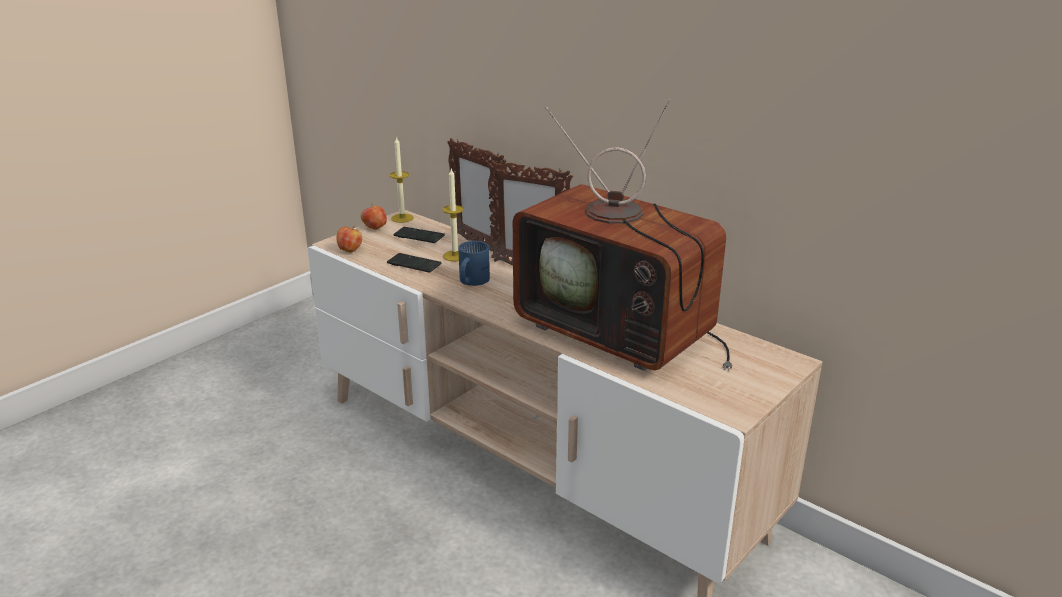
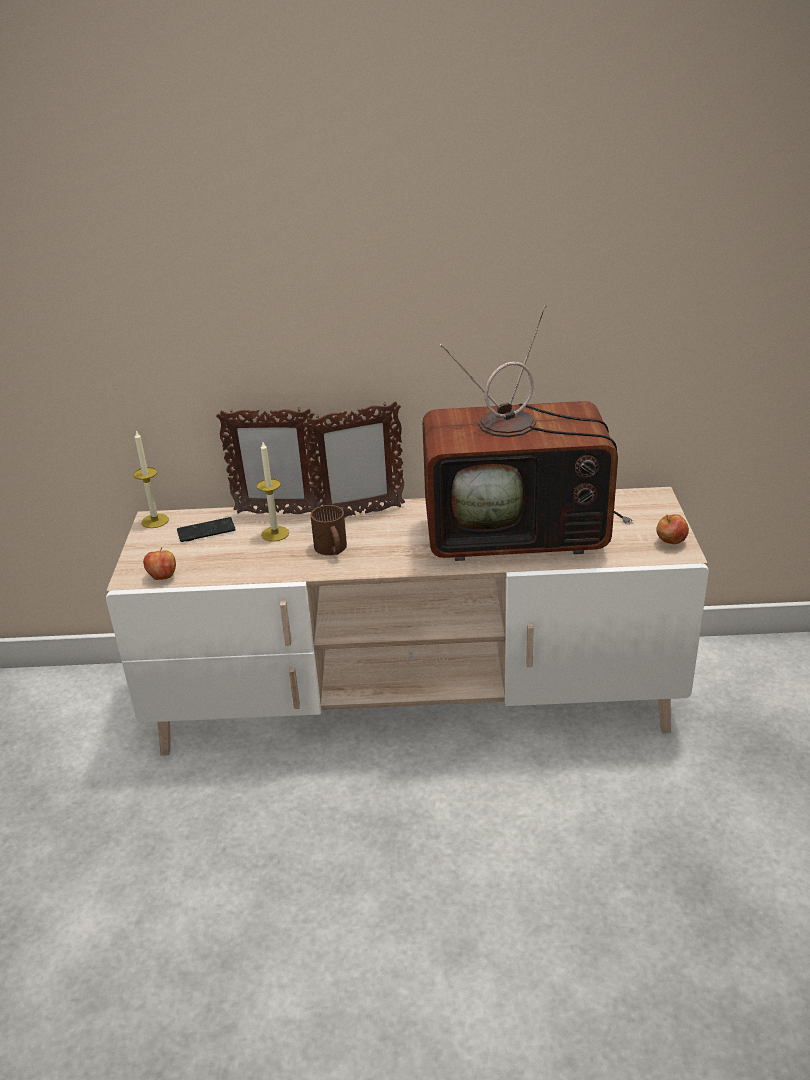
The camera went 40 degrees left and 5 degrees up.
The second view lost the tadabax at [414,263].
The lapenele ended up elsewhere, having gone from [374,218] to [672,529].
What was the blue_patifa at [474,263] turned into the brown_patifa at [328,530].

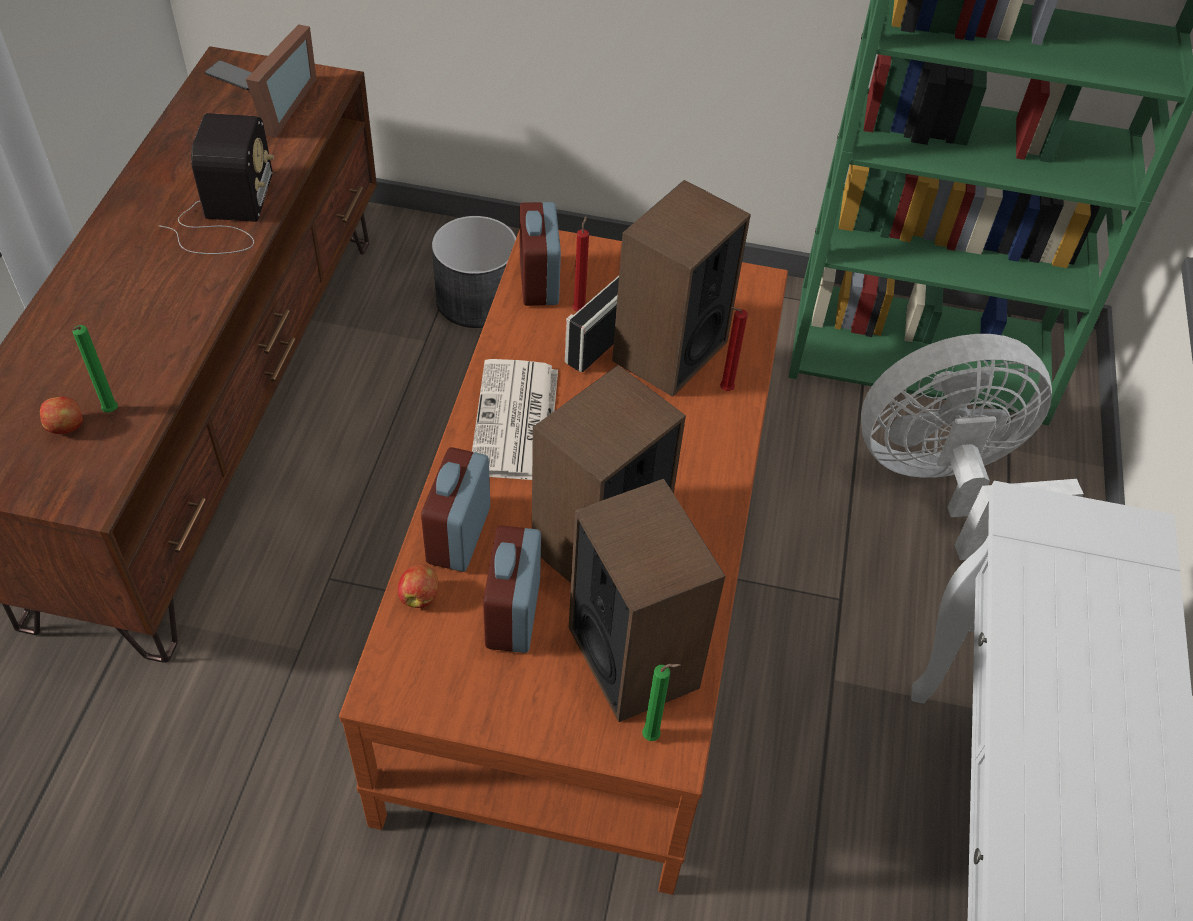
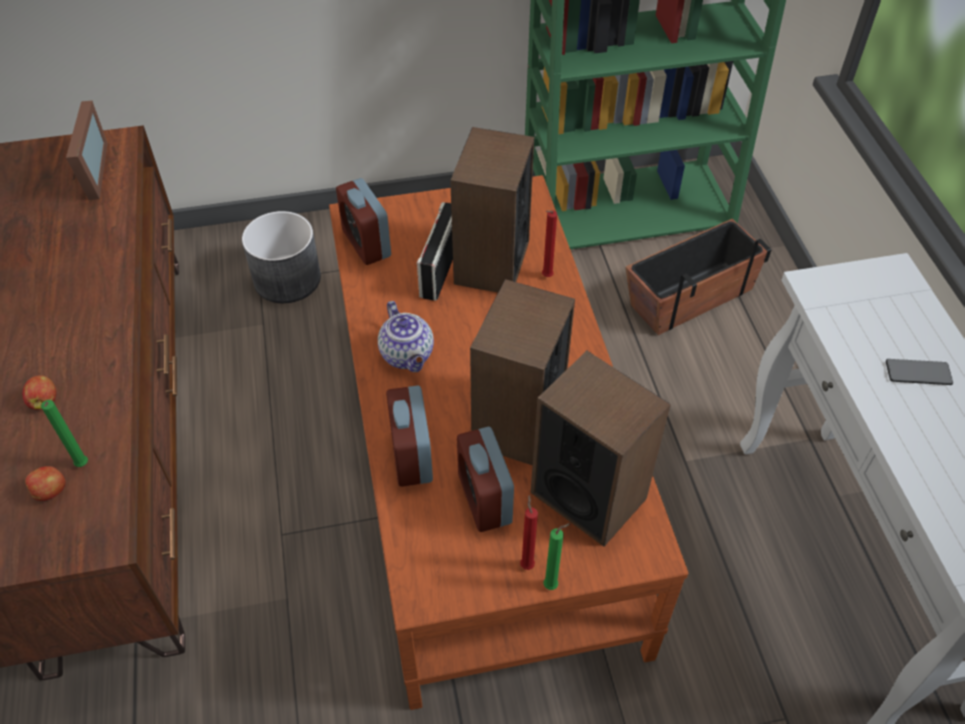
The camera went 20 degrees left and 0 degrees up.
The second view lost the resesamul at [216,183].
The tadabax ended up elsewhere, having gone from [228,75] to [919,372].
The lapenele ended up elsewhere, having gone from [418,586] to [39,392].
The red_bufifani ended up elsewhere, having gone from [580,263] to [529,532].
The green_bufifani ended up elsewhere, having gone from [661,702] to [557,556].
Where the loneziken stood at [515,419], the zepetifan came to stand at [406,336].
Where the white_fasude stood at [972,447], the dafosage came to stand at [698,277].

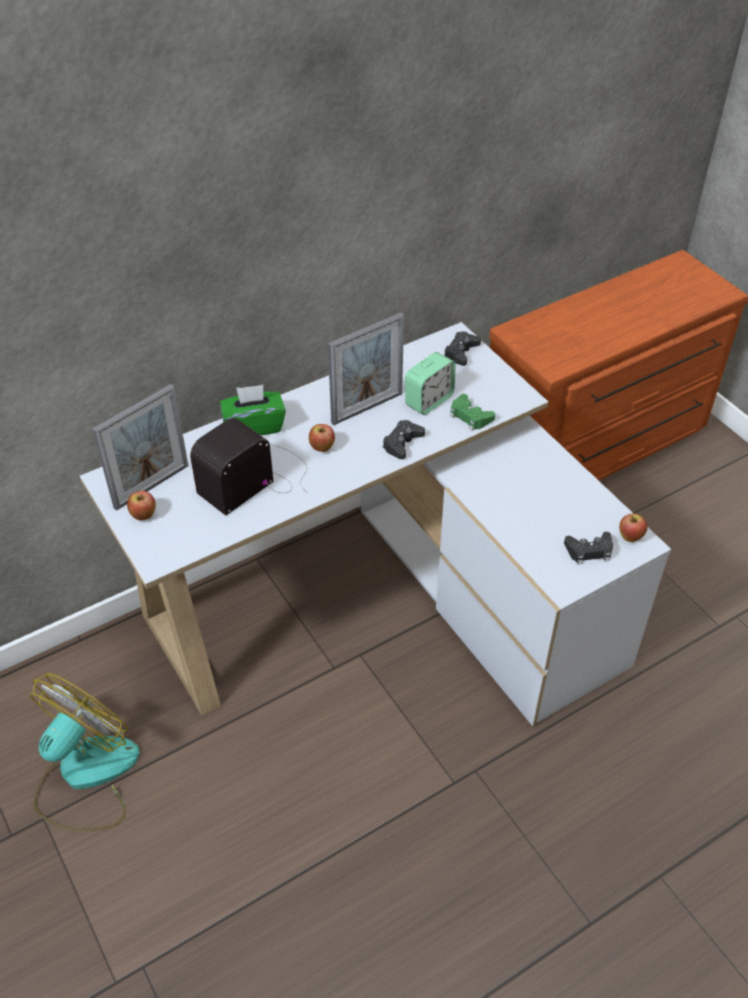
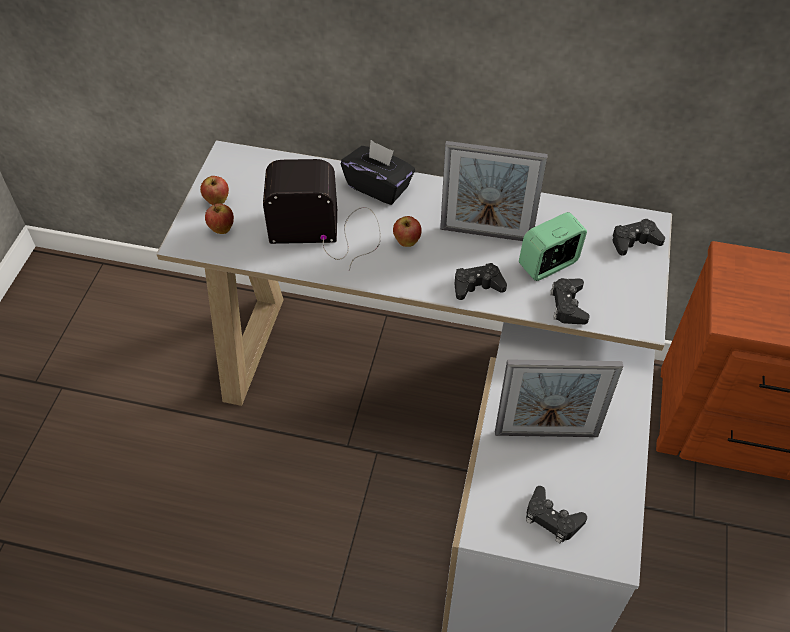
The camera went 45 degrees right and 5 degrees up.
The second view lost the fasude at [85,752].
The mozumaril ended up elsewhere, having gone from [140,447] to [559,398].
The lapenele ended up elsewhere, having gone from [633,527] to [219,218].
What was the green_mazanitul at [253,410] turned into the black_mazanitul at [378,172].
What was the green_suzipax at [472,412] turned into the black_suzipax at [570,301].
The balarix at [430,383] ended up facing another way, 150 degrees clockwise from before.

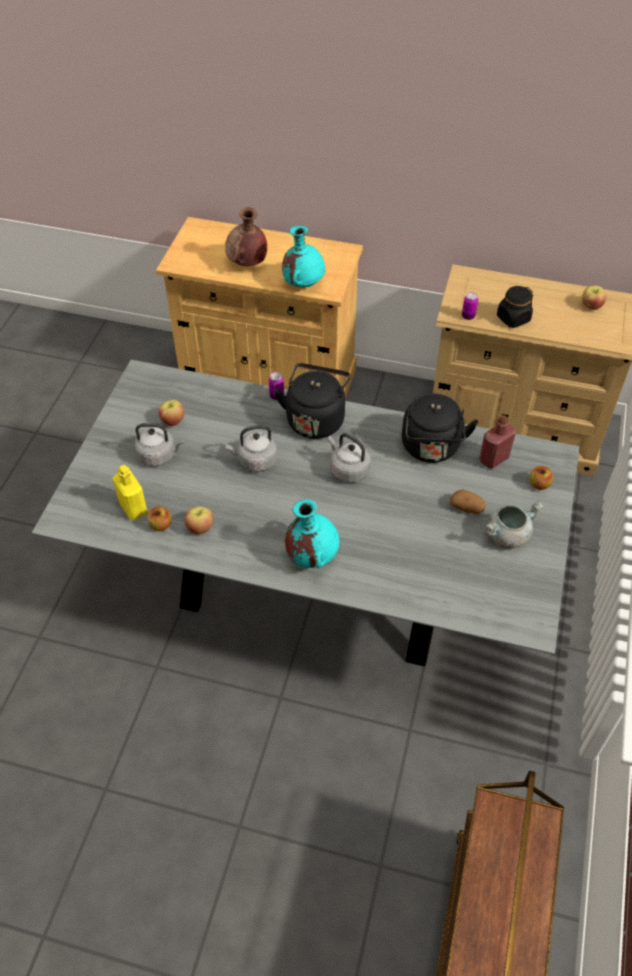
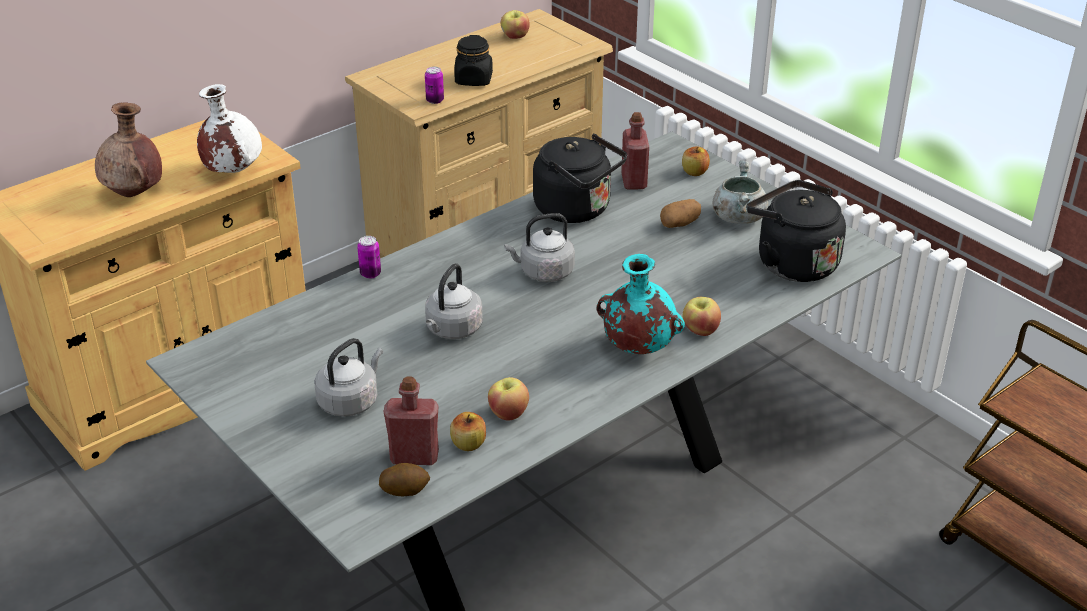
The camera went 55 degrees left and 15 degrees down.
The second view gained the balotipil at [404,479].
The lapenele ended up elsewhere, having gone from [171,413] to [702,316].
The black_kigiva ended up elsewhere, having gone from [312,401] to [796,231].
What was the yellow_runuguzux at [130,492] turned into the red_runuguzux at [411,420].
What was the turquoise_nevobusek at [303,256] turned into the white_nevobusek at [229,128].

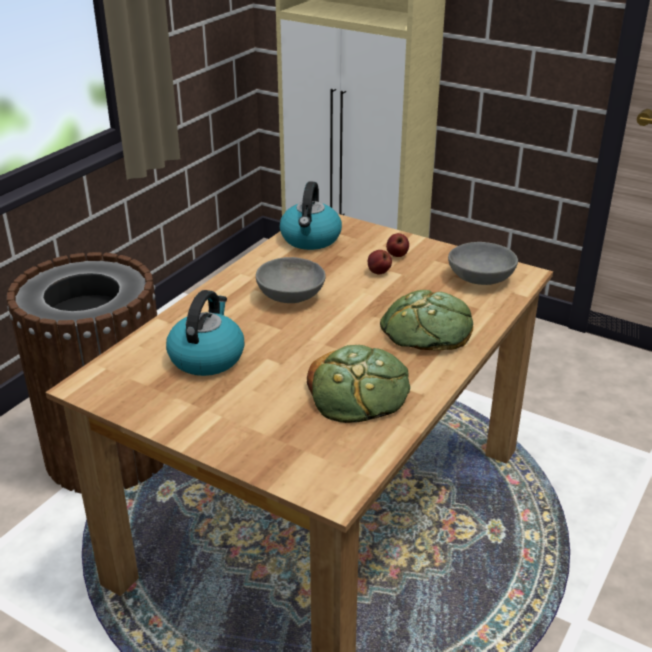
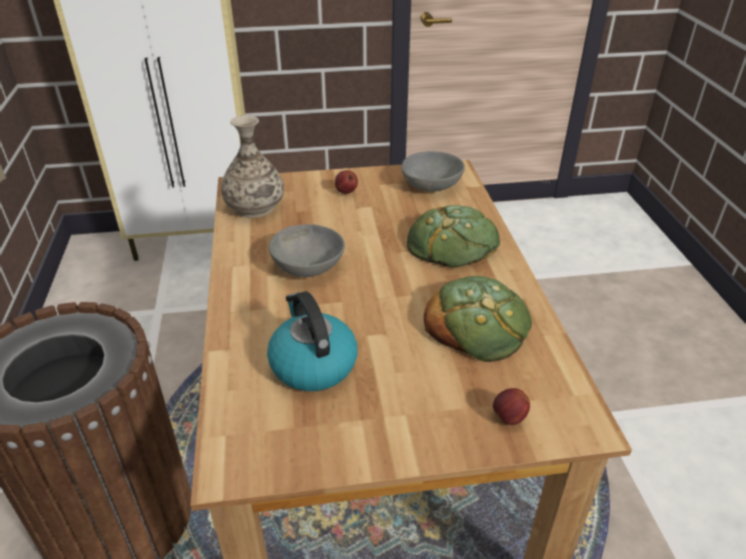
The camera went 40 degrees left and 5 degrees up.
The lapenele ended up elsewhere, having gone from [380,262] to [511,406].
Where the kigiva stood at [311,215], the nevobusek came to stand at [252,166].

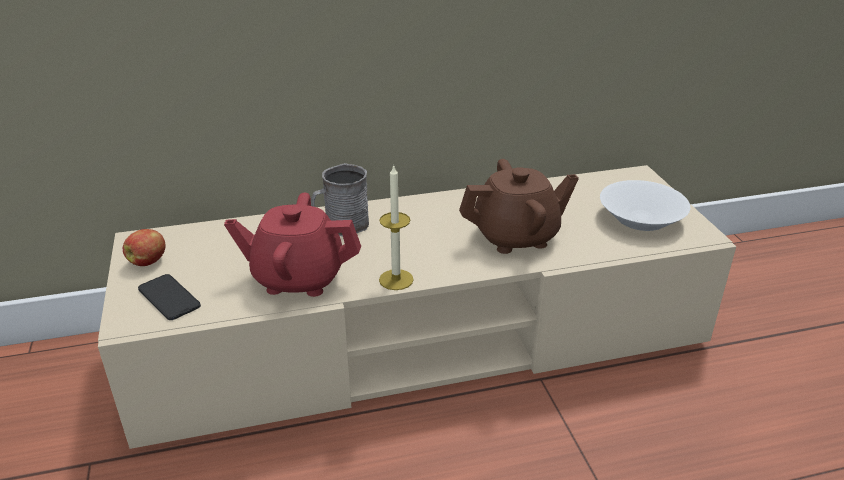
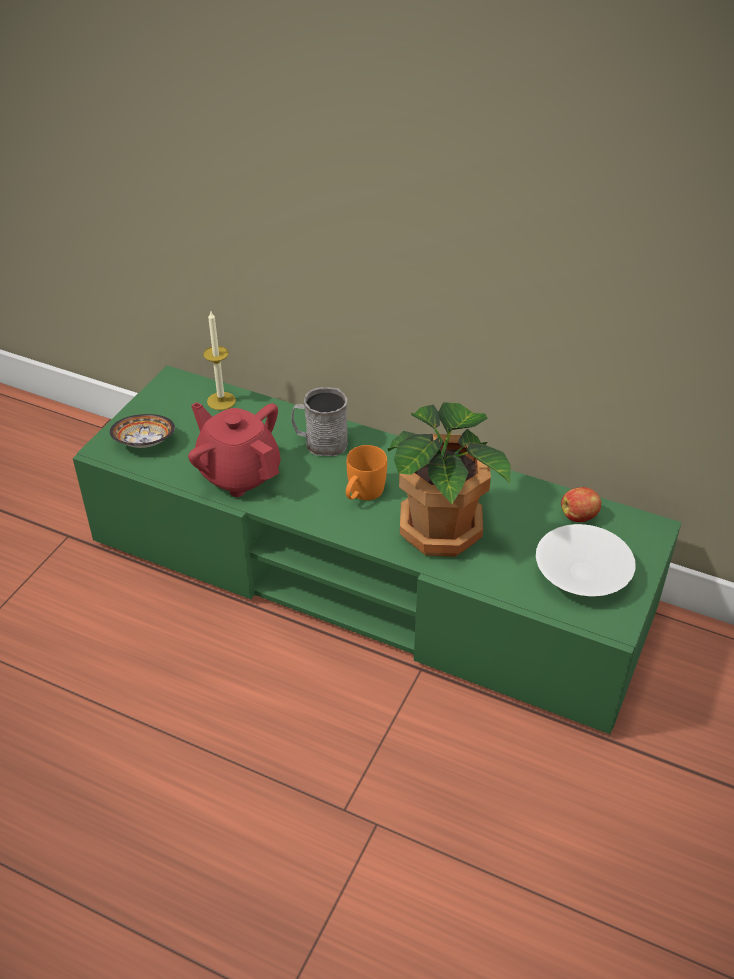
The camera went 40 degrees right and 10 degrees up.
The second view gained the orange_patifa at [366,472].
The lapenele ended up elsewhere, having gone from [144,247] to [581,504].
The bufifani ended up elsewhere, having gone from [396,227] to [219,360].
Where the tadabax stood at [169,297], the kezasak came to stand at [142,431].
Where the brown_zepetifan stood at [519,206], the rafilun came to stand at [449,479].
What was the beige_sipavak at [417,307] turned into the green_sipavak at [377,549].

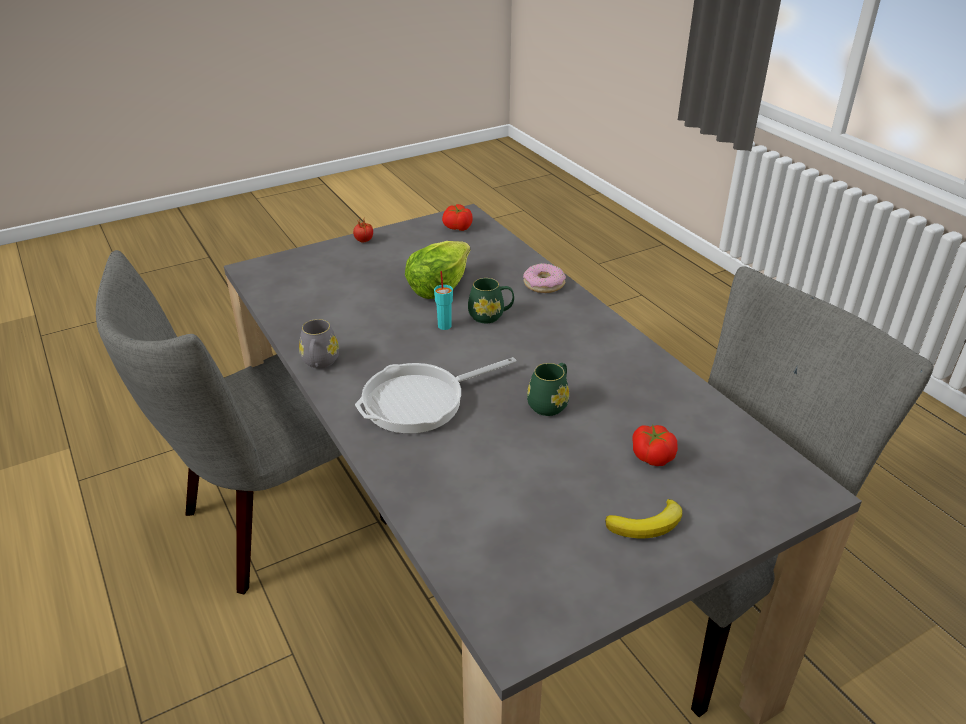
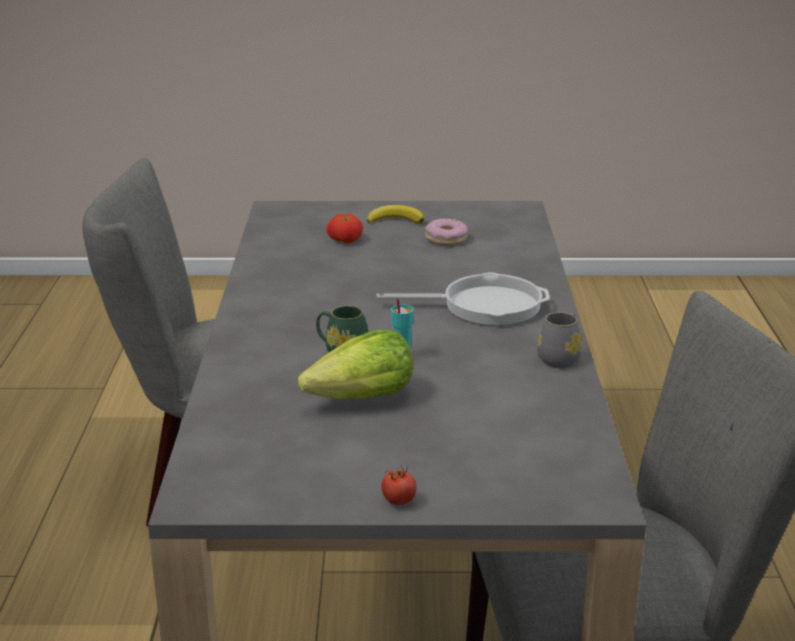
The camera went 150 degrees left and 10 degrees down.
The second view lost the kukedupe at [457,217].
The second view lost the green_patifa at [548,389].
The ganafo ended up elsewhere, having gone from [544,278] to [446,231].

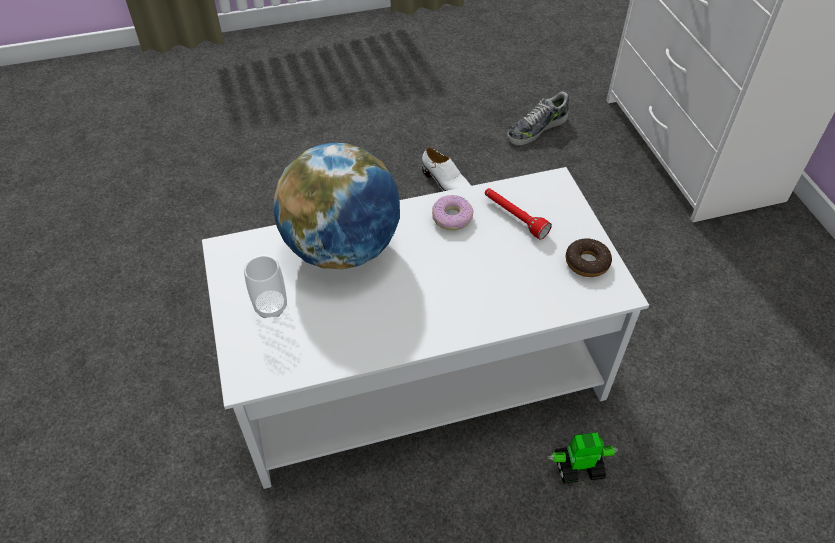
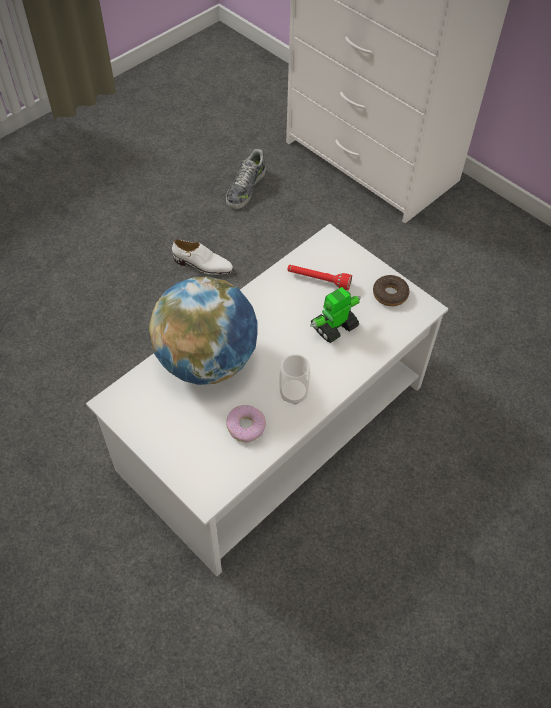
The camera went 30 degrees left and 5 degrees up.
The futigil ended up elsewhere, having gone from [265,286] to [294,379].
The ganafo ended up elsewhere, having gone from [453,212] to [246,423].
The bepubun ended up elsewhere, having gone from [582,458] to [335,315].

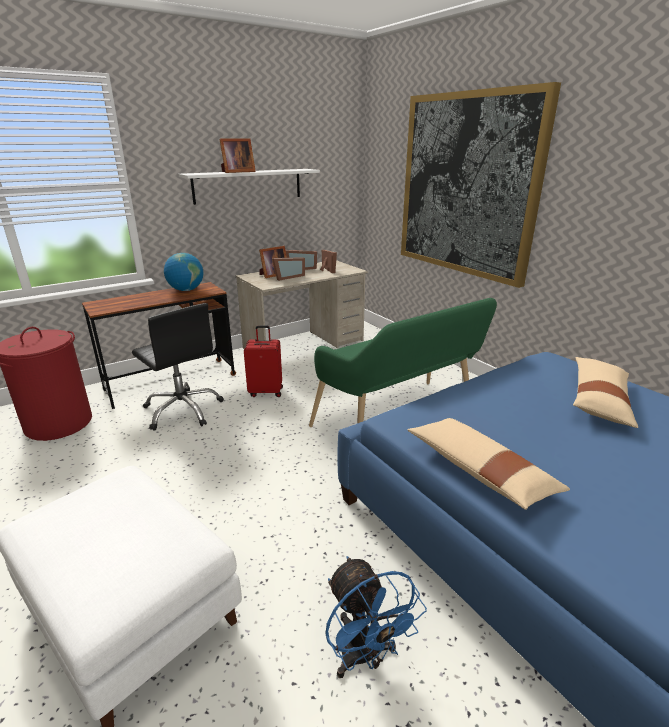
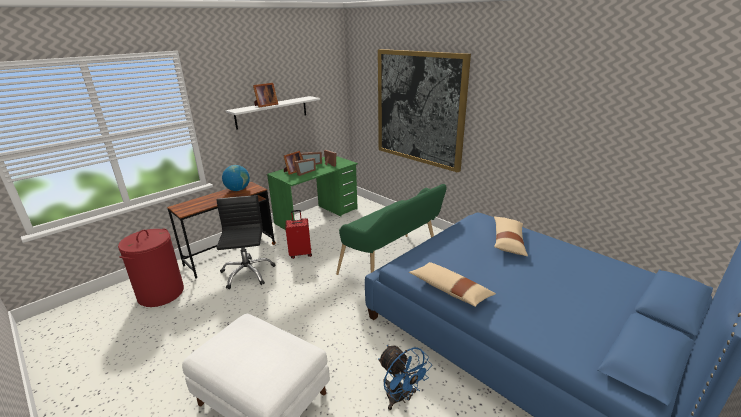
The camera went 10 degrees left and 0 degrees up.
What was the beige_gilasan at [302,304] turned into the green_gilasan at [312,193].
The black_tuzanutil at [178,367] ended up facing another way, 135 degrees counterclockwise from before.

